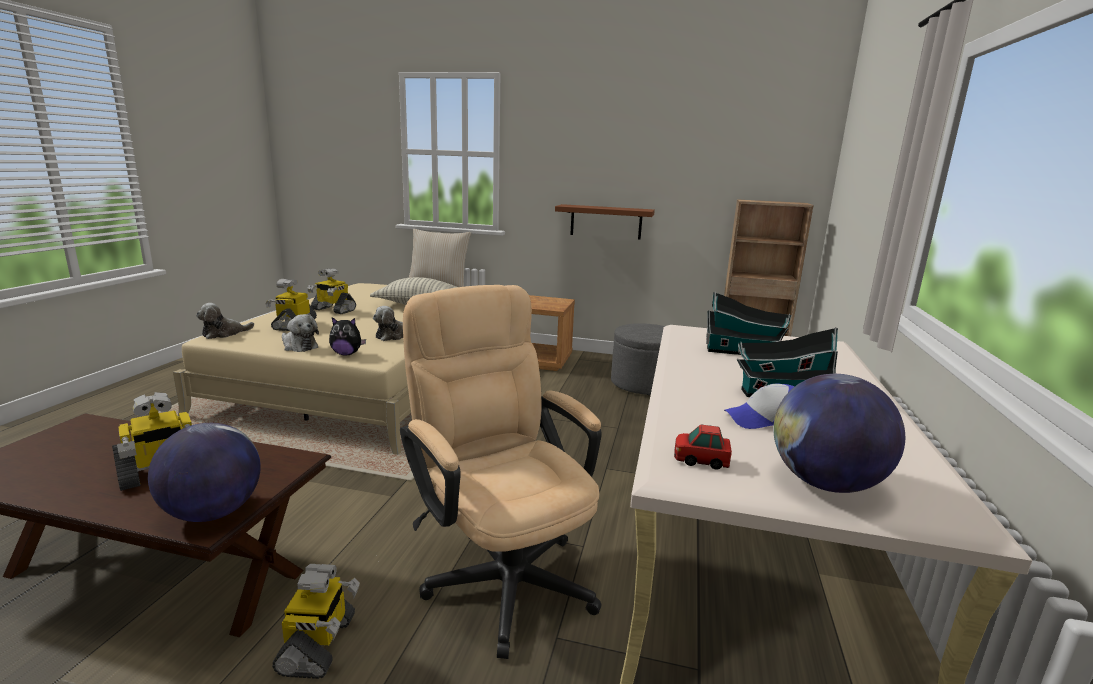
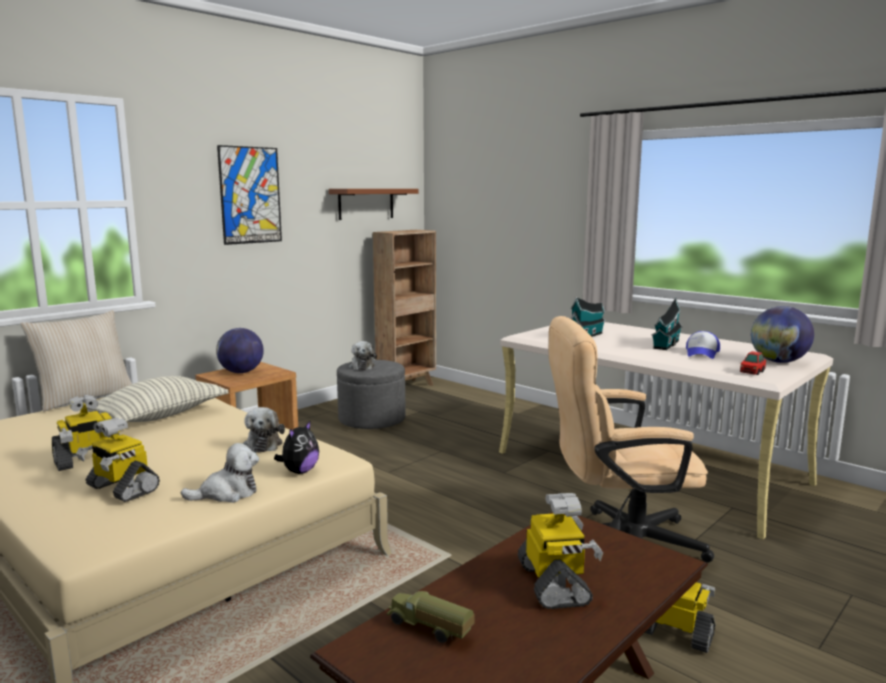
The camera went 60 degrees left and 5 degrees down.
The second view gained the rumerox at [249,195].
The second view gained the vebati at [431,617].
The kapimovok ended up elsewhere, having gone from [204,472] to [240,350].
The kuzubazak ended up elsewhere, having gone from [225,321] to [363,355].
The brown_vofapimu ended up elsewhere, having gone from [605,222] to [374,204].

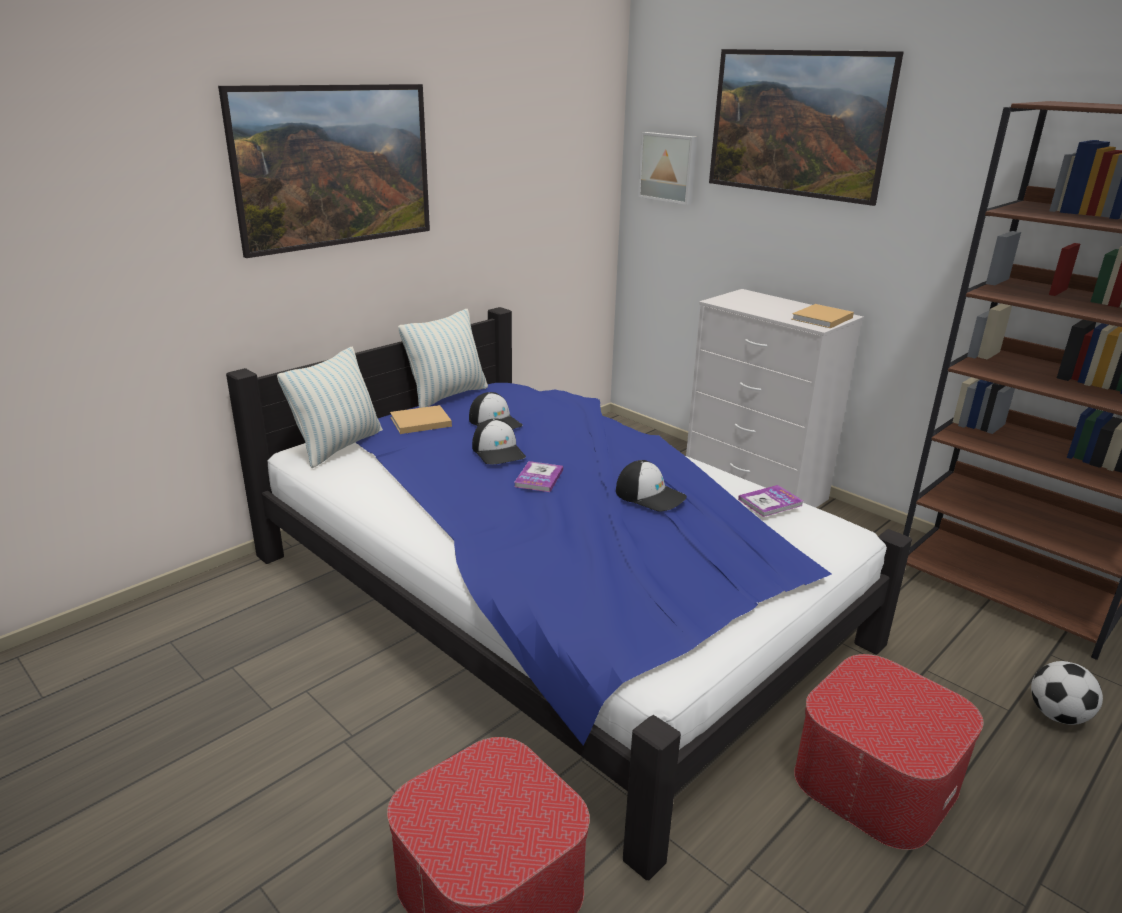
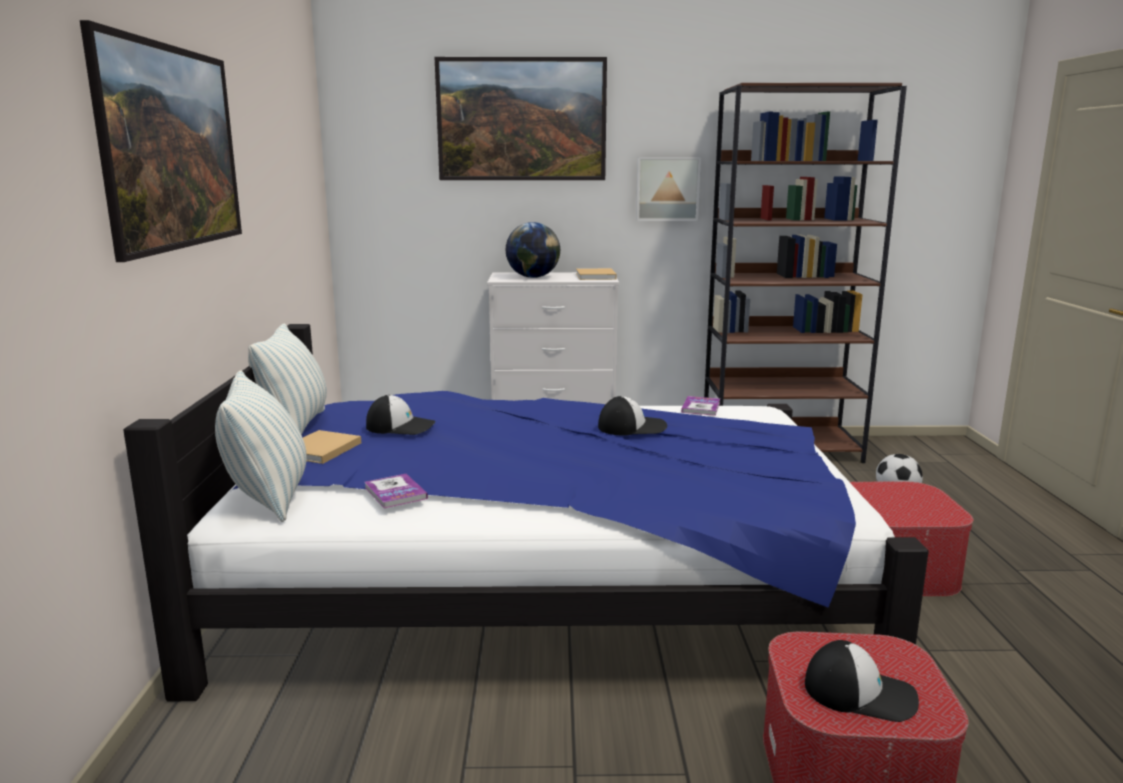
The camera went 45 degrees left and 10 degrees down.
The second view gained the kapimovok at [532,250].
The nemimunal ended up elsewhere, having gone from [499,441] to [862,681].
The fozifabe ended up elsewhere, having gone from [538,476] to [396,491].
The rumerox ended up elsewhere, having gone from [667,168] to [668,189].

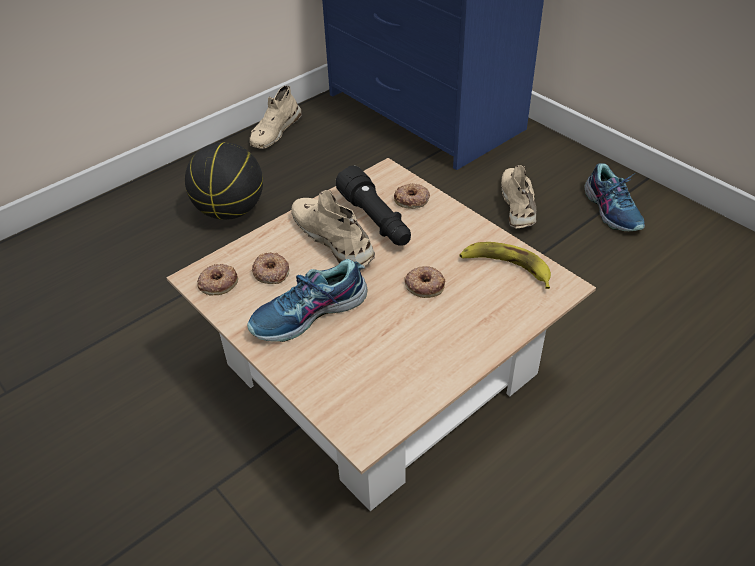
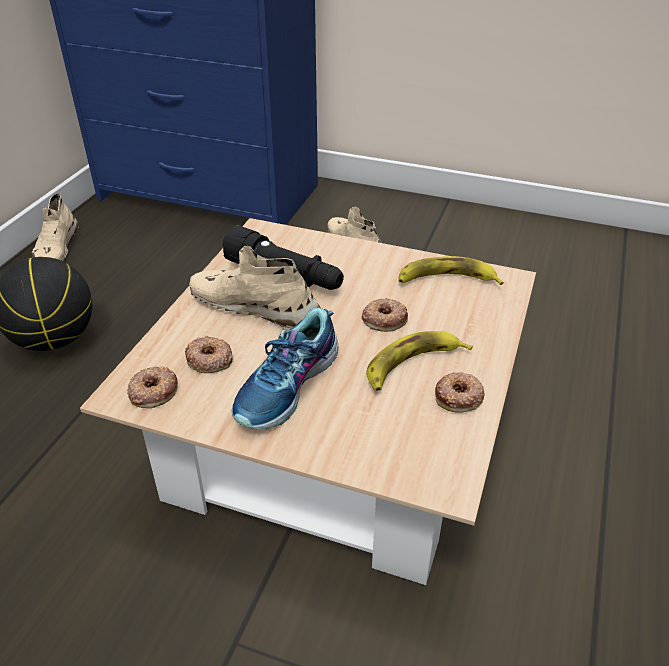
The camera went 30 degrees left and 5 degrees down.
The second view lost the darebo at [614,197].
The second view gained the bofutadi at [419,361].
The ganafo ended up elsewhere, having gone from [412,196] to [460,392].

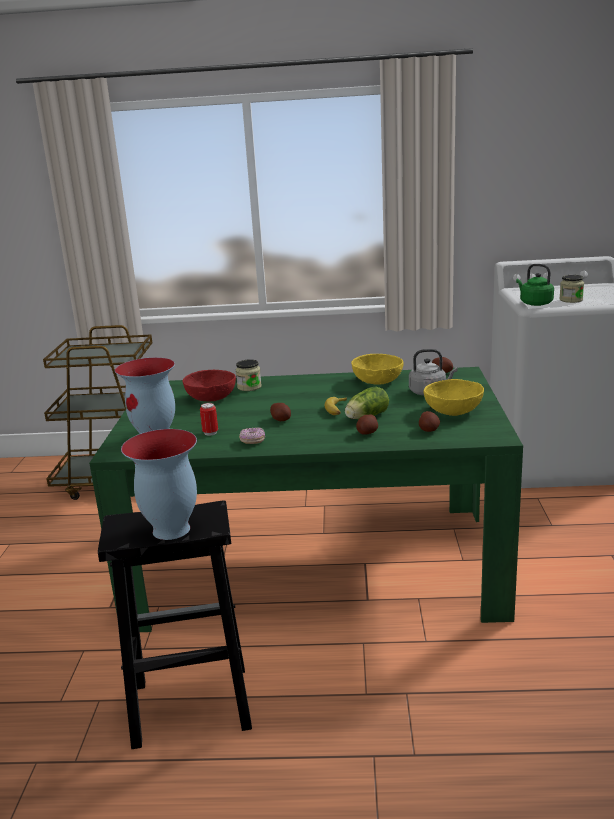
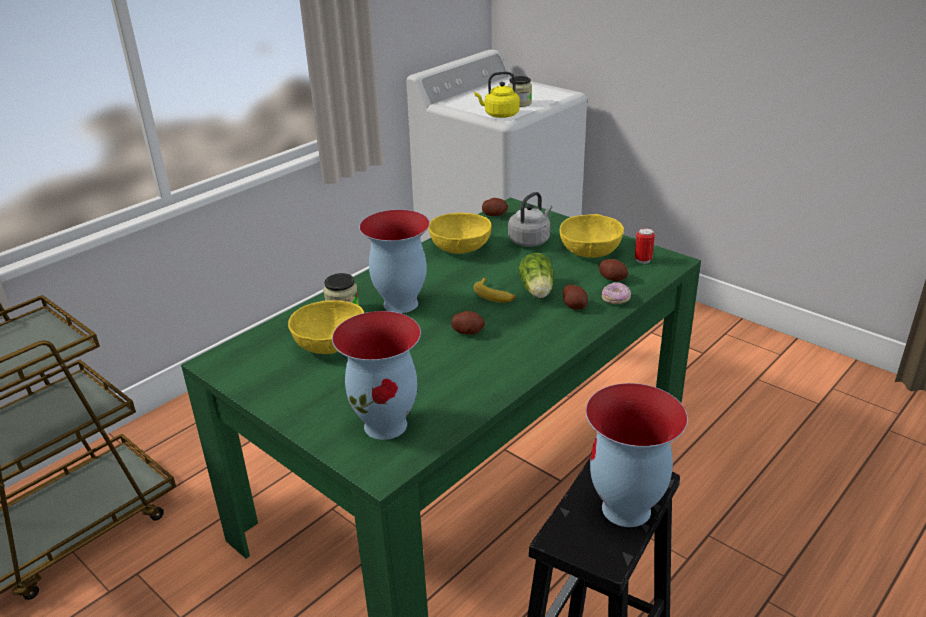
The camera went 50 degrees left and 10 degrees up.
The second view gained the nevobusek at [394,261].
The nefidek ended up elsewhere, having gone from [209,419] to [645,246].
The ganafo ended up elsewhere, having gone from [252,435] to [616,293].
What was the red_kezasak at [209,386] turned into the yellow_kezasak at [326,327].
What was the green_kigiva at [535,285] turned into the yellow_kigiva at [497,94].

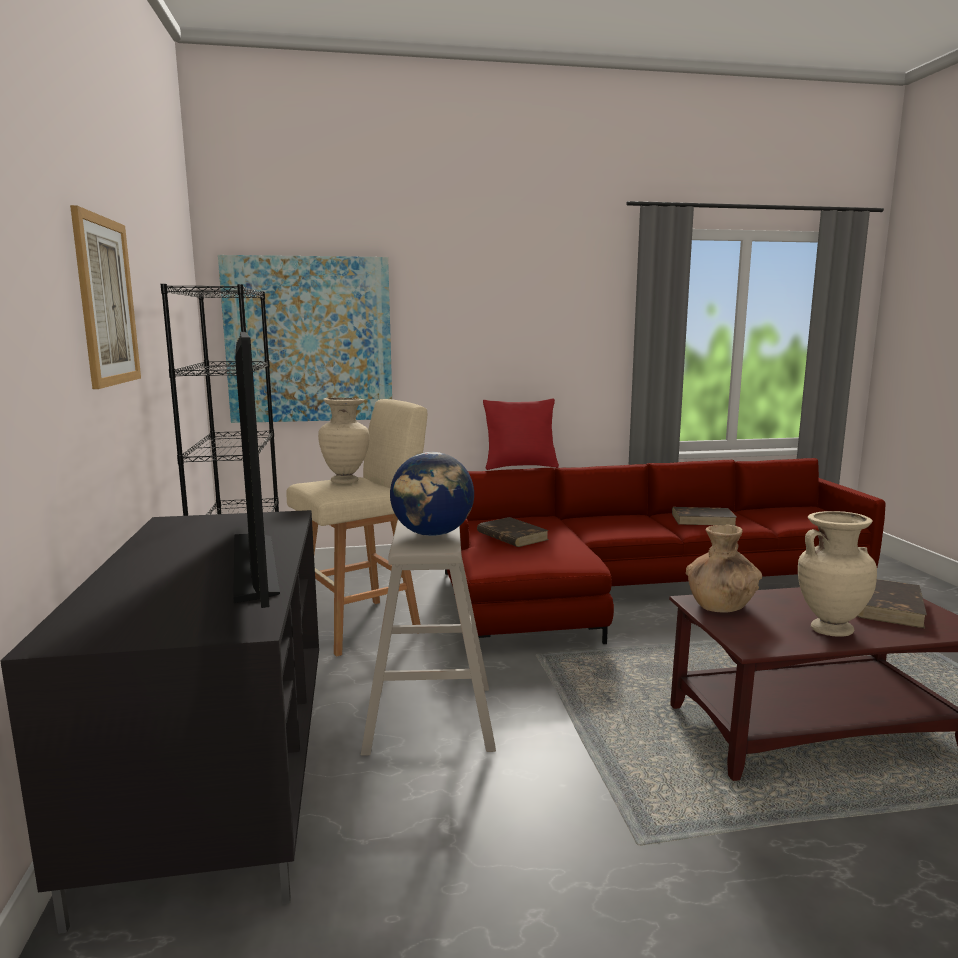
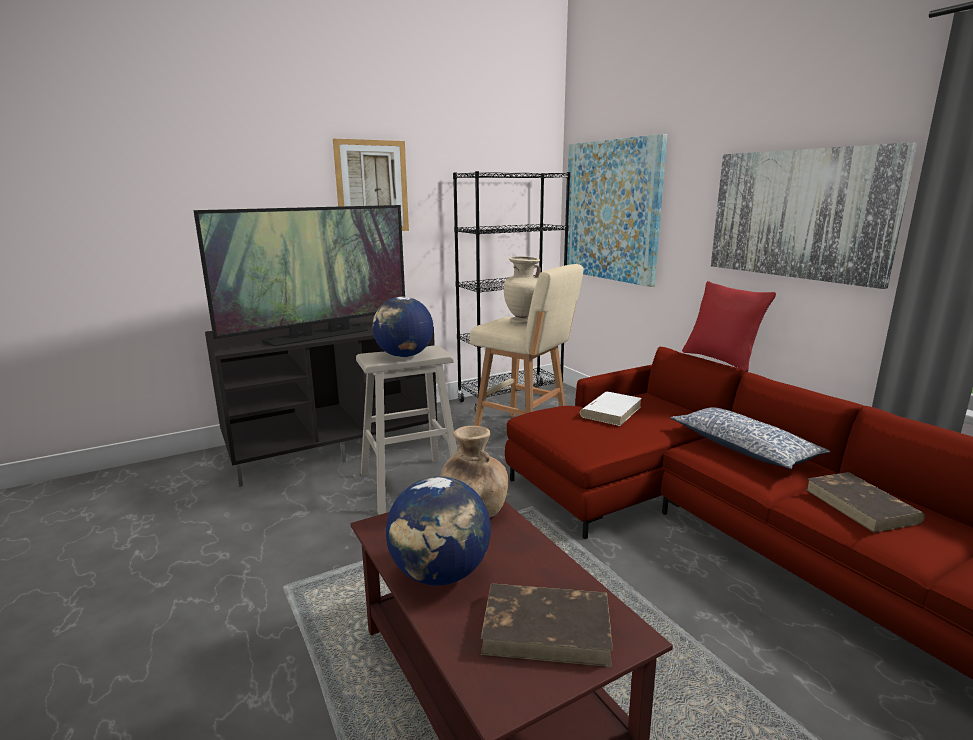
The camera went 70 degrees right and 5 degrees up.
The second view gained the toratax at [750,438].
The second view gained the rumerox at [814,215].
Where the beige_nevobusek stood at [837,574], the kapimovok came to stand at [438,531].
What was the brown_fozifabe at [513,532] turned into the white_fozifabe at [611,409].

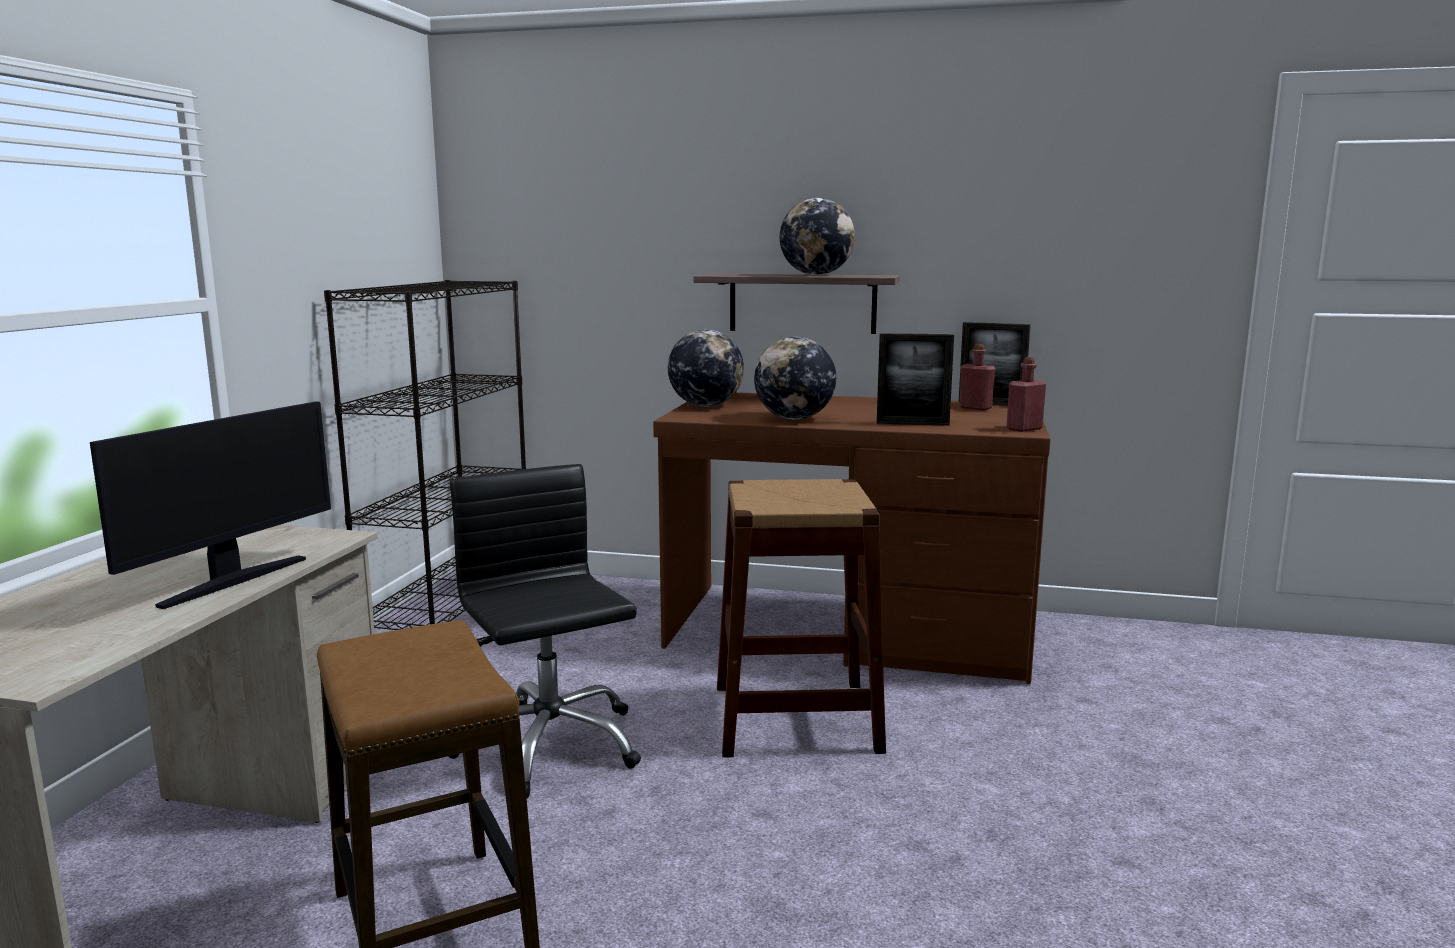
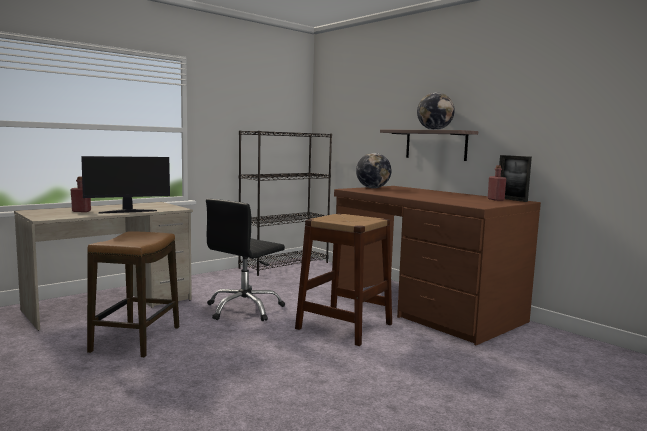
The camera went 35 degrees right and 5 degrees down.
The second view lost the kapimovok at [795,378].
The second view lost the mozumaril at [915,379].
The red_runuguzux ended up elsewhere, having gone from [1026,394] to [81,194].
The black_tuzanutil at [544,631] ended up facing another way, 150 degrees counterclockwise from before.

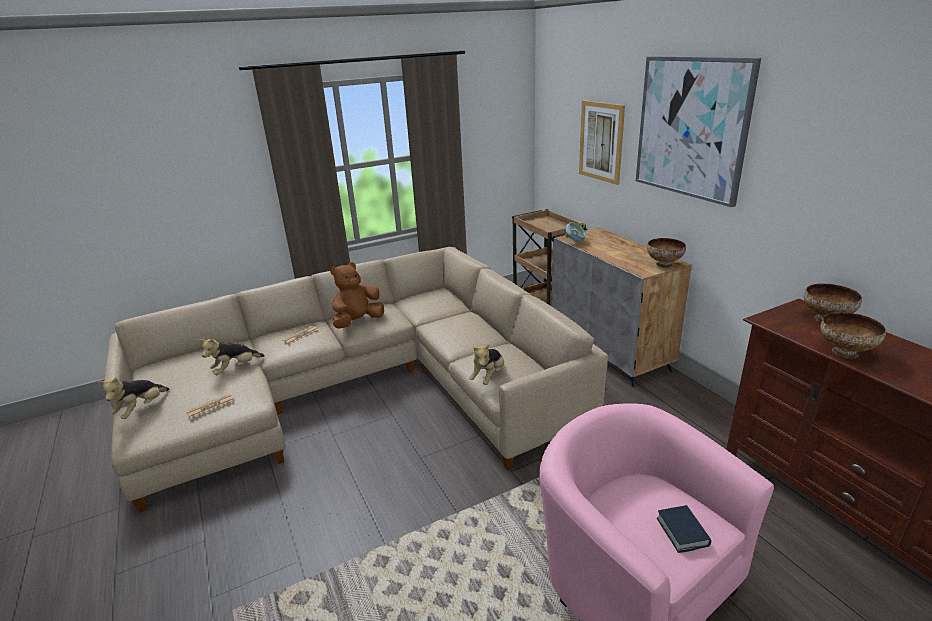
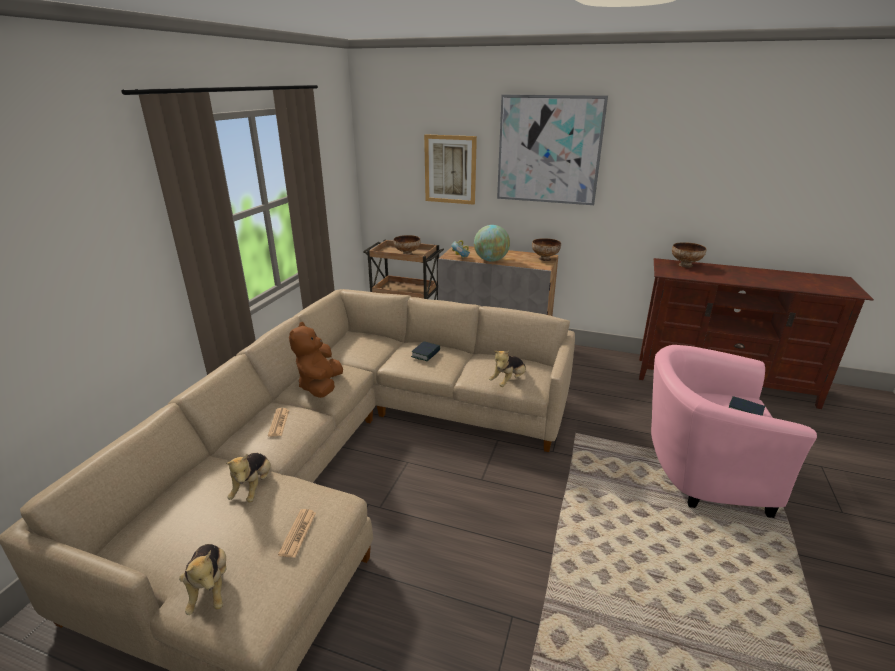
The camera went 45 degrees left and 0 degrees up.
The second view gained the fozifabe at [425,351].
The second view gained the kapimovok at [492,243].
The kezasak ended up elsewhere, having gone from [853,335] to [407,245].
The kuzubazak at [486,365] ended up facing another way, 60 degrees clockwise from before.

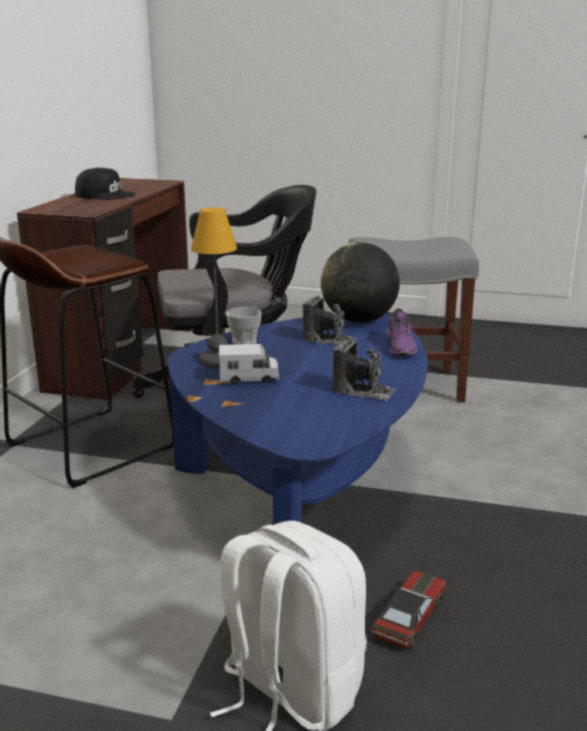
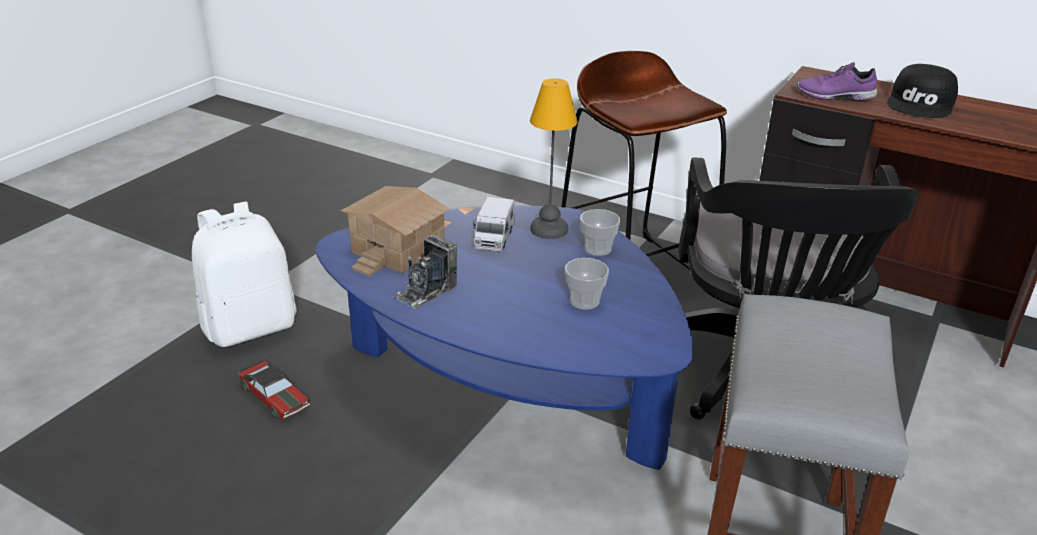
The camera went 105 degrees right and 10 degrees up.
The second view lost the kapimovok at [360,282].
The second view gained the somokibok at [395,231].
The purple_darebo ended up elsewhere, having gone from [402,332] to [837,81].
Where the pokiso stood at [329,320], the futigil came to stand at [587,284].

